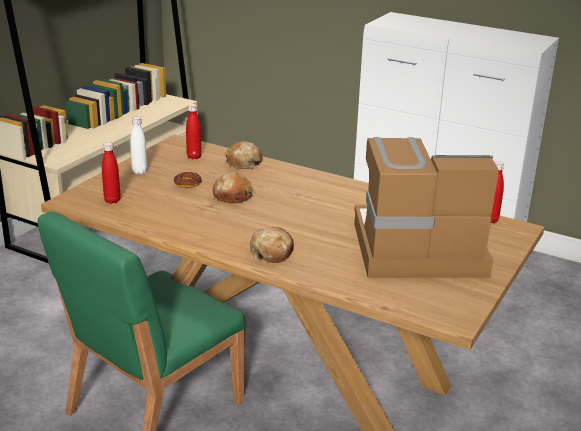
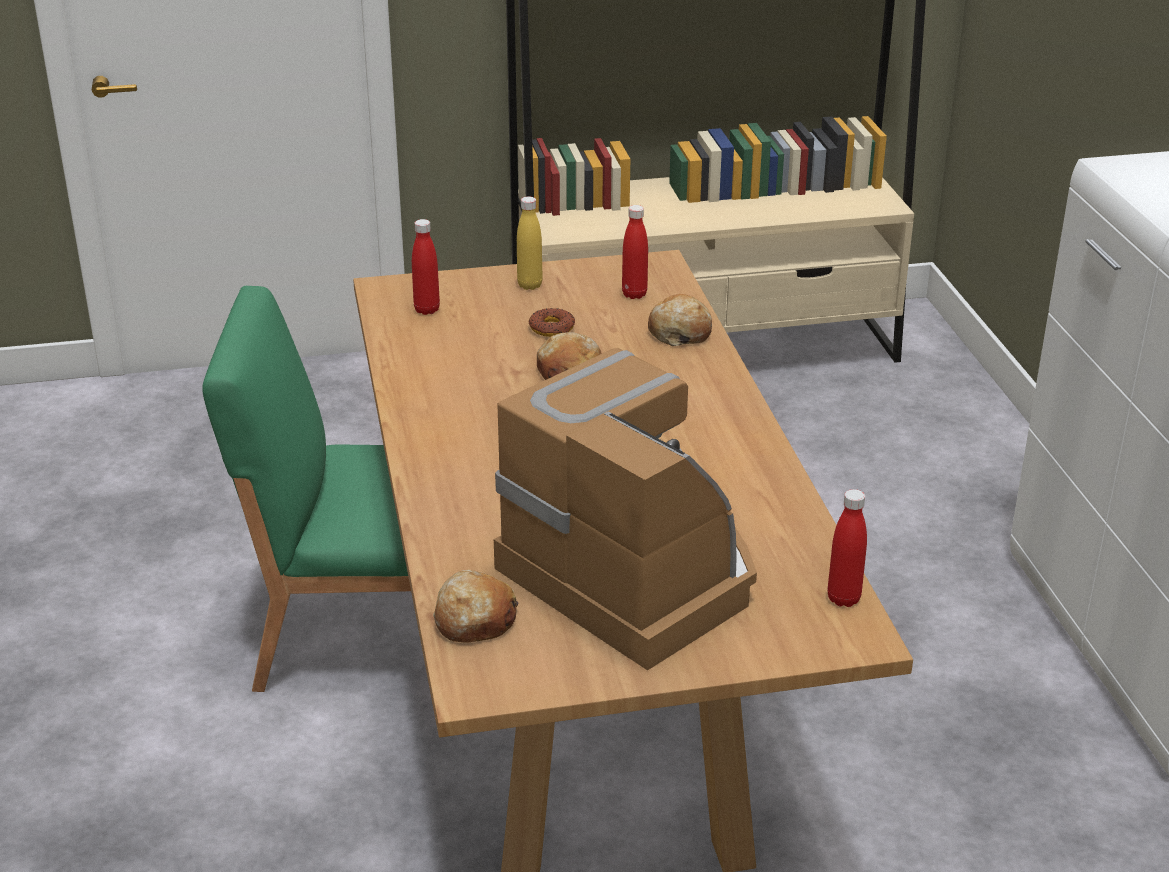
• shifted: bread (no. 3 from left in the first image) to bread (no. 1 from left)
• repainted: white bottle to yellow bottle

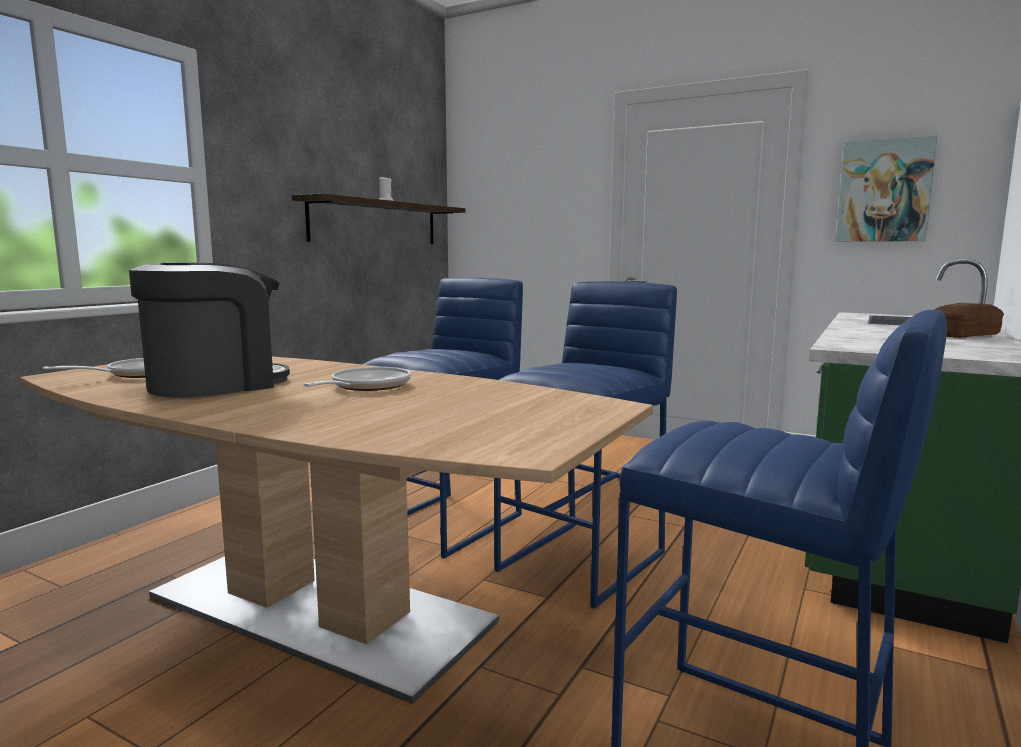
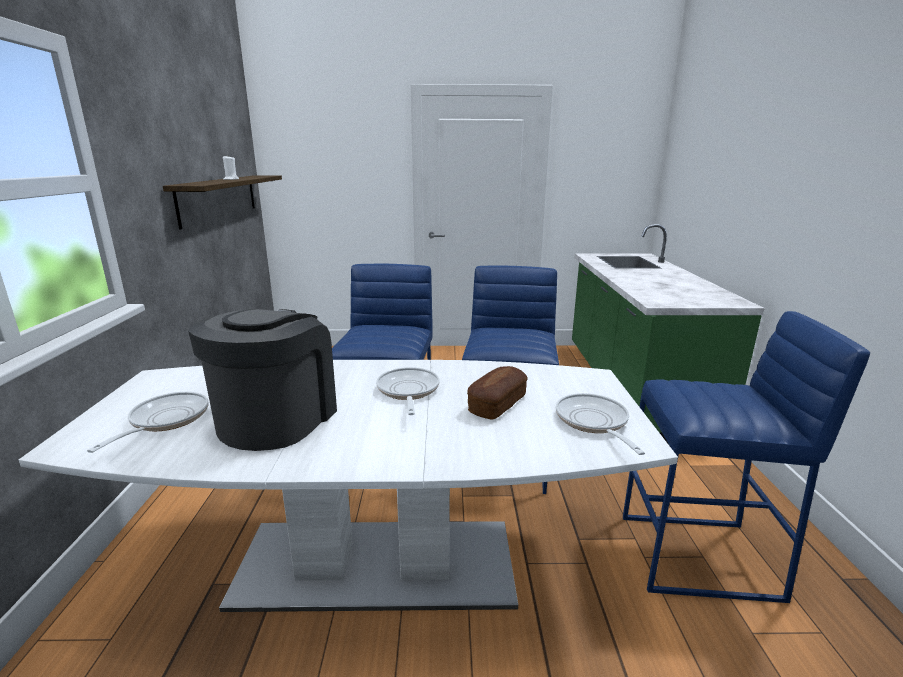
• repainted: brown dining table to white dining table
• shifted: bread
• new: frying pan (no. 3 from left)
• gone: picture

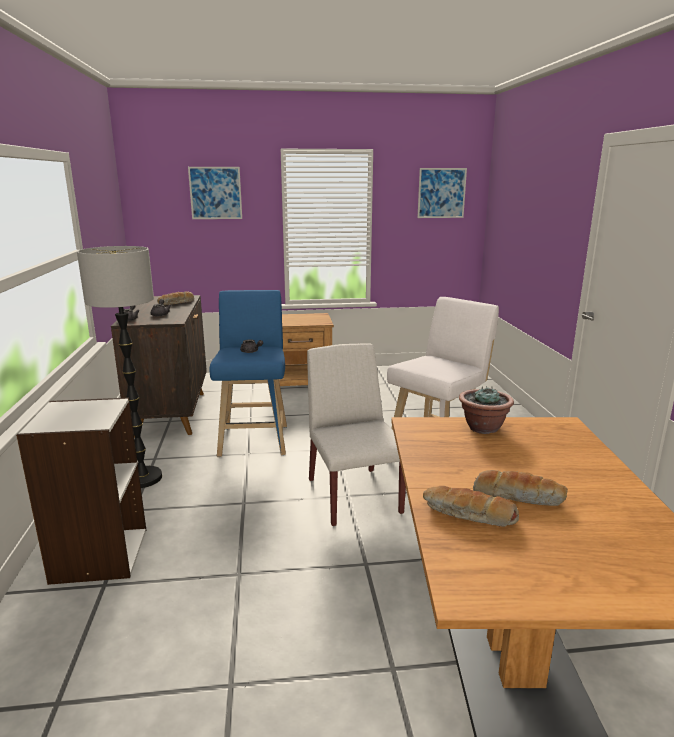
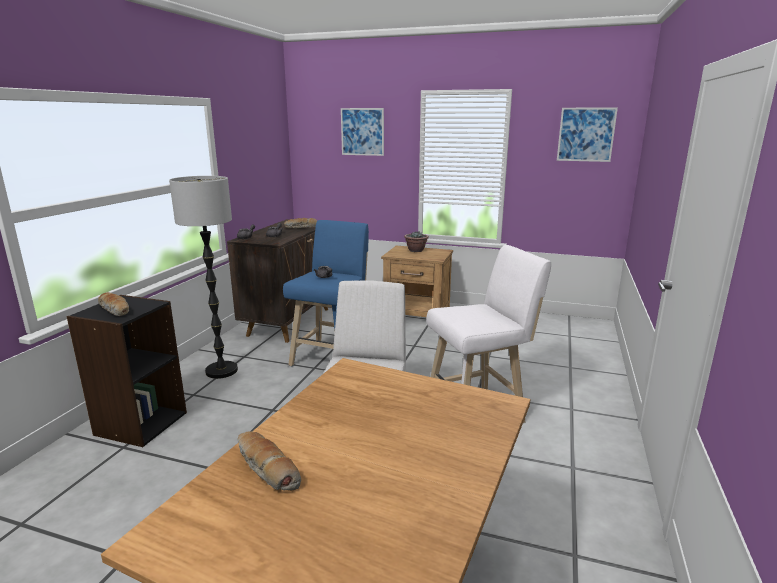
• repainted: white bookcase to black bookcase
• shifted: bread (no. 3 from left in the first image) to bread (no. 1 from left)
• shifted: potted plant

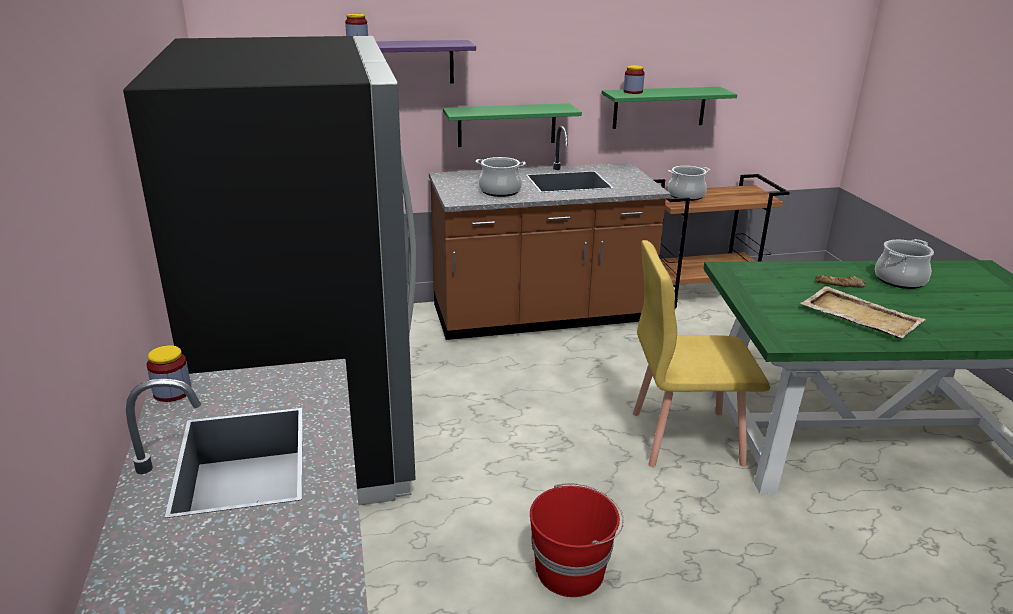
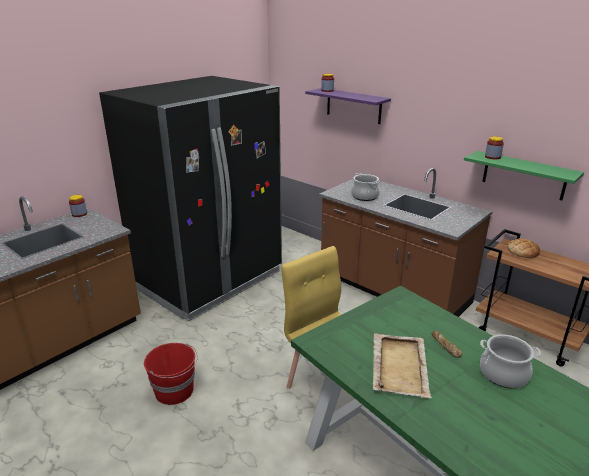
• swapped: cooking pot (no. 2 from left) to bread (no. 2 from left)
• gone: green shelf (no. 1 from left)

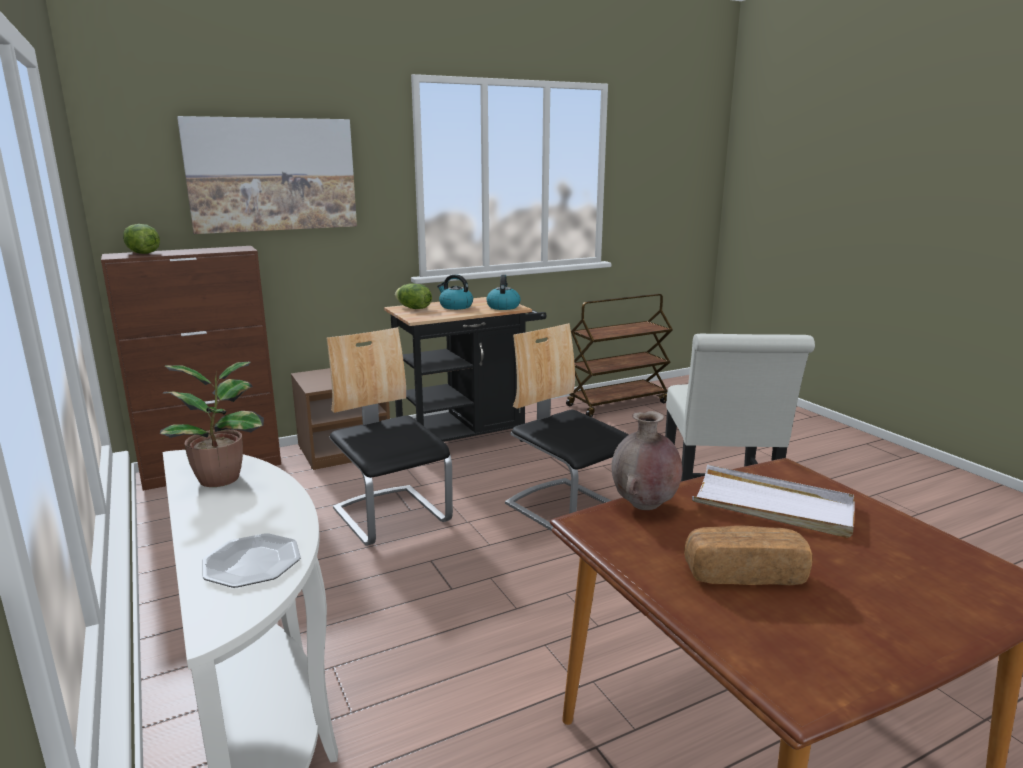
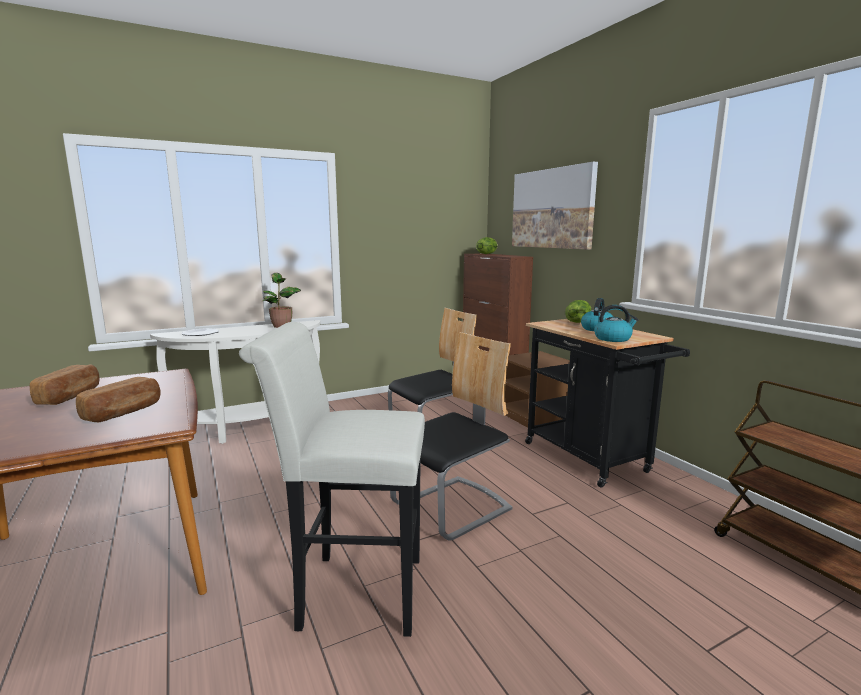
• swapped: white tray to bread (no. 2 from left)
• gone: brown vase

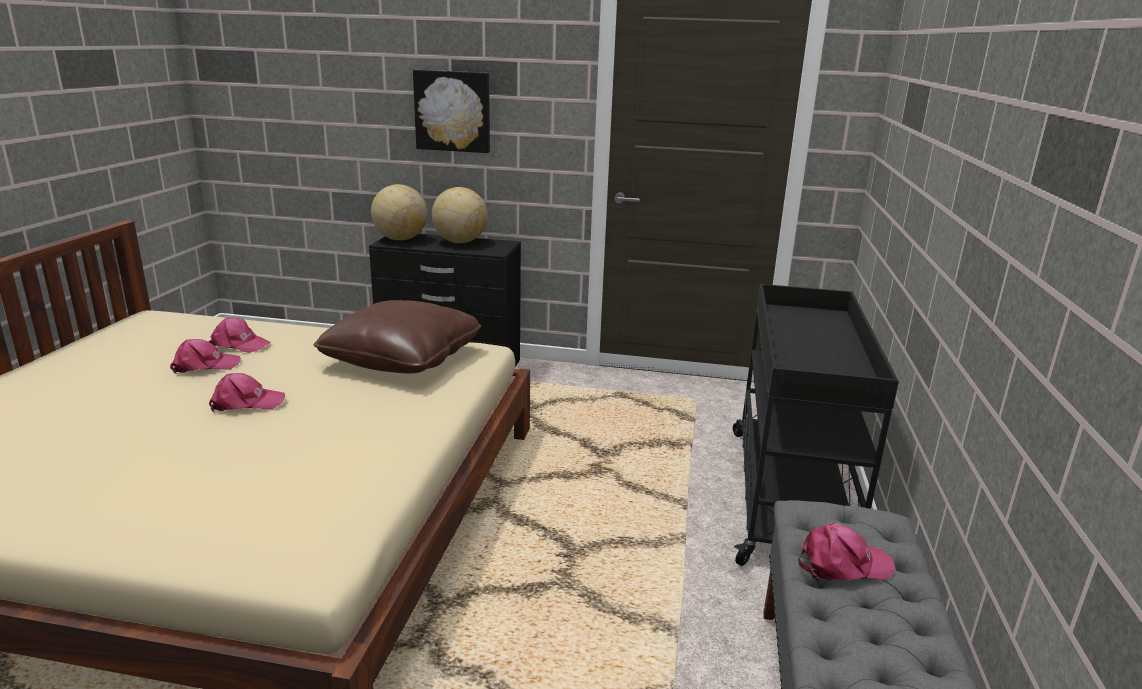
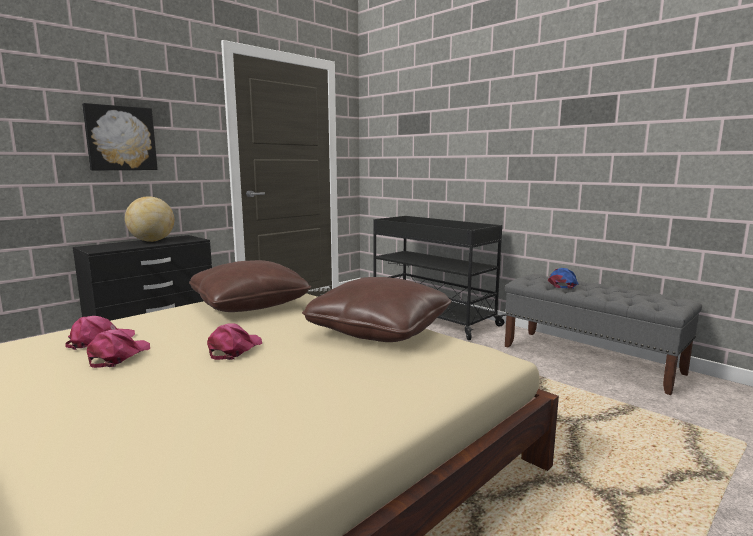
• new: brown pillow (no. 2 from left)
• repainted: pink cap (no. 4 from left) to blue cap
• gone: globe (no. 1 from left)

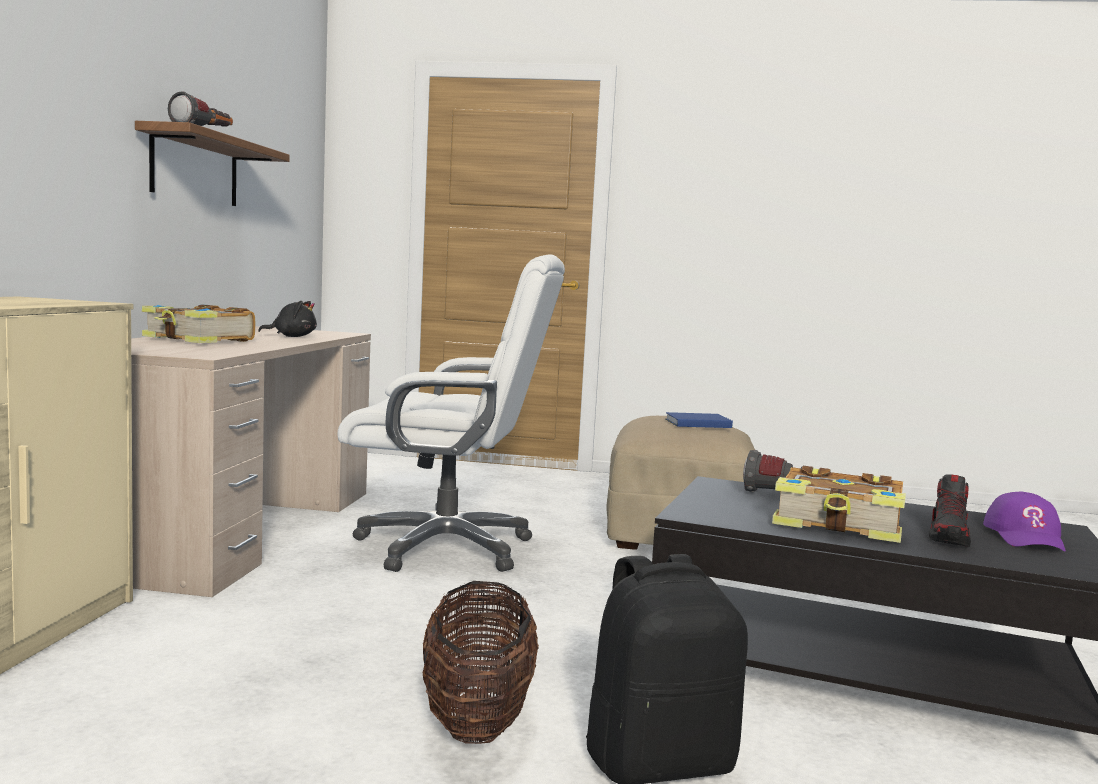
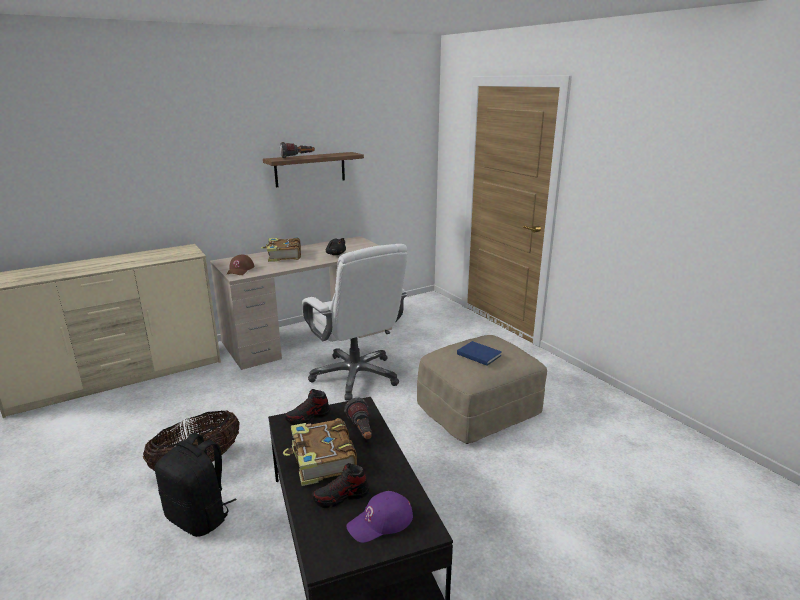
• new: brown cap
• new: shoe (no. 1 from left)

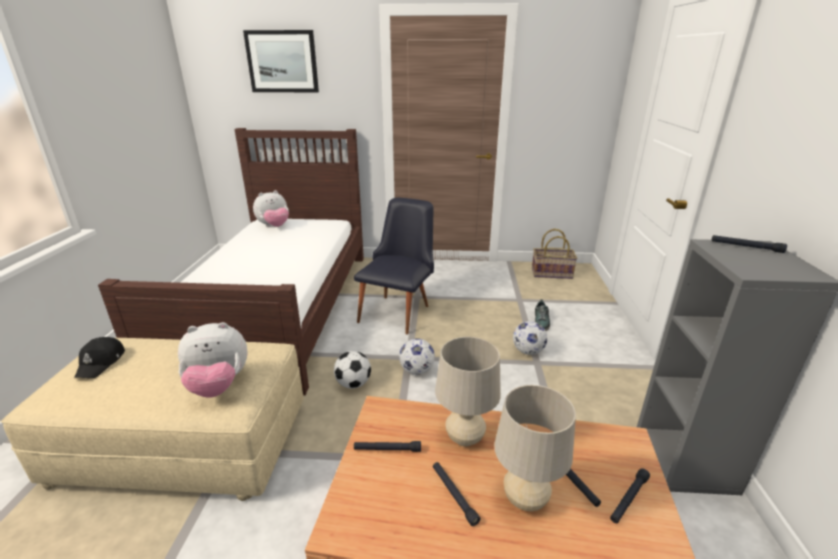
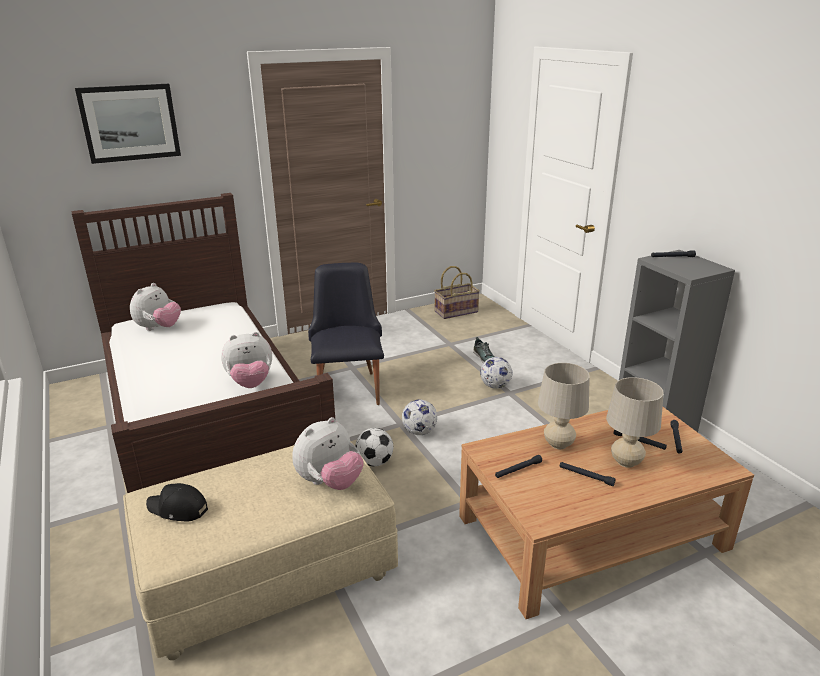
• rotated: black cap 135 degrees clockwise
• new: plush toy (no. 2 from left)

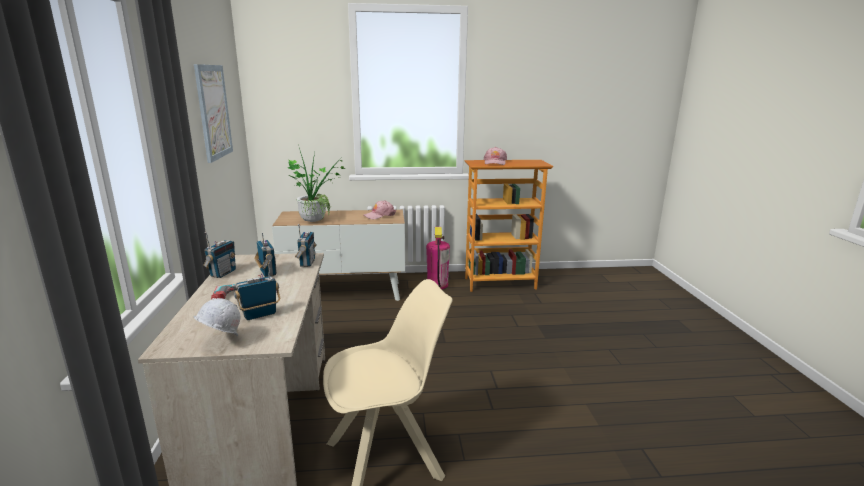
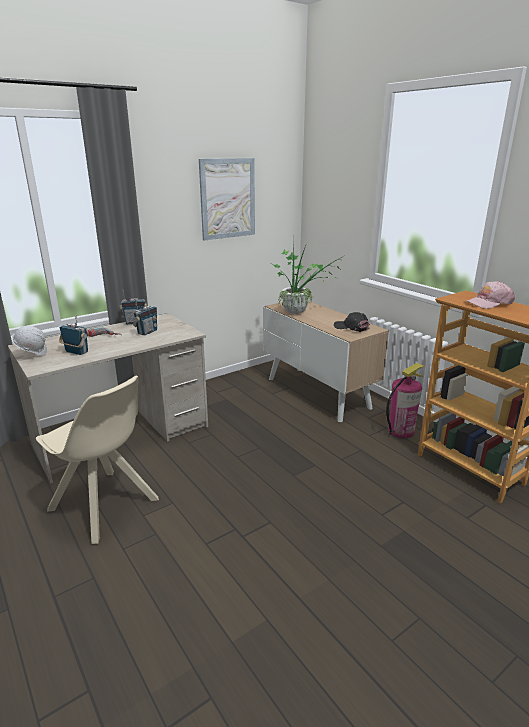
• repainted: pink cap (no. 1 from left) to black cap
• gone: radio (no. 4 from left)

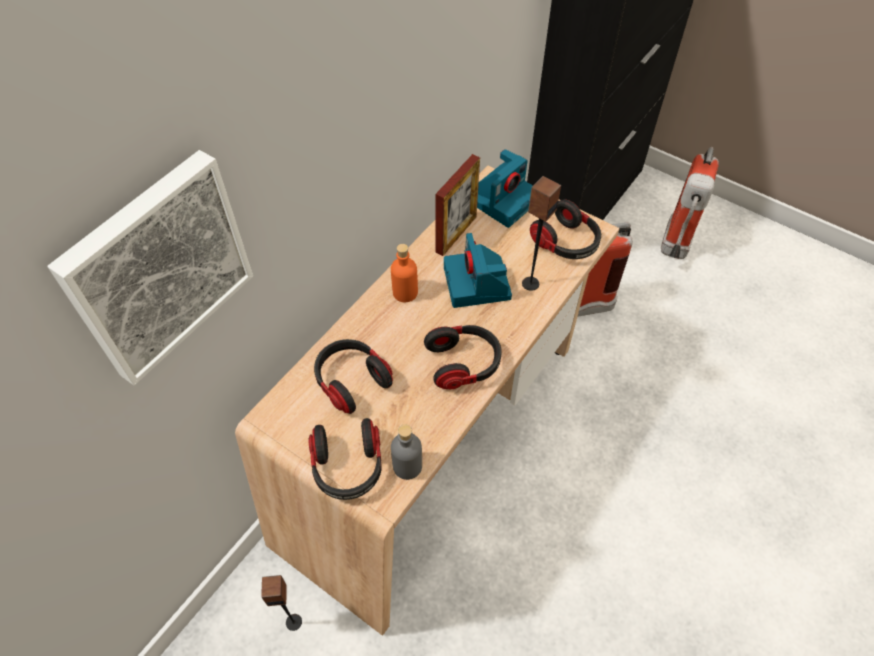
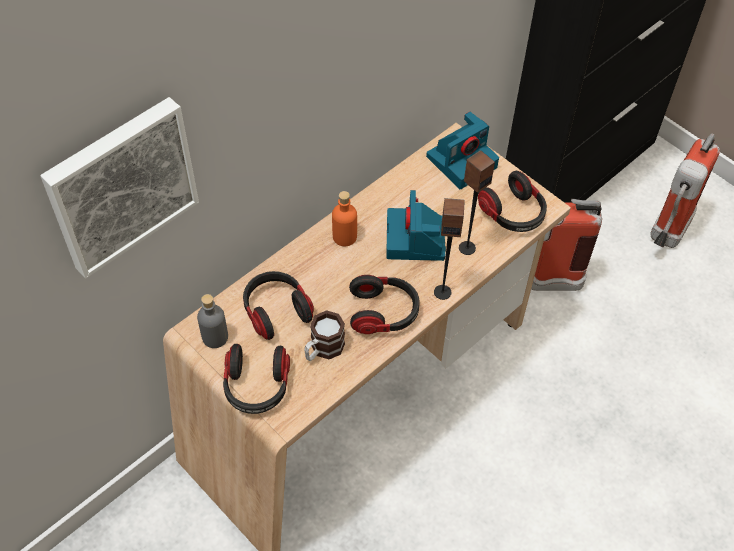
• shifted: grey bottle
• new: mug
• shifted: speaker (no. 1 from left)
• gone: picture frame

